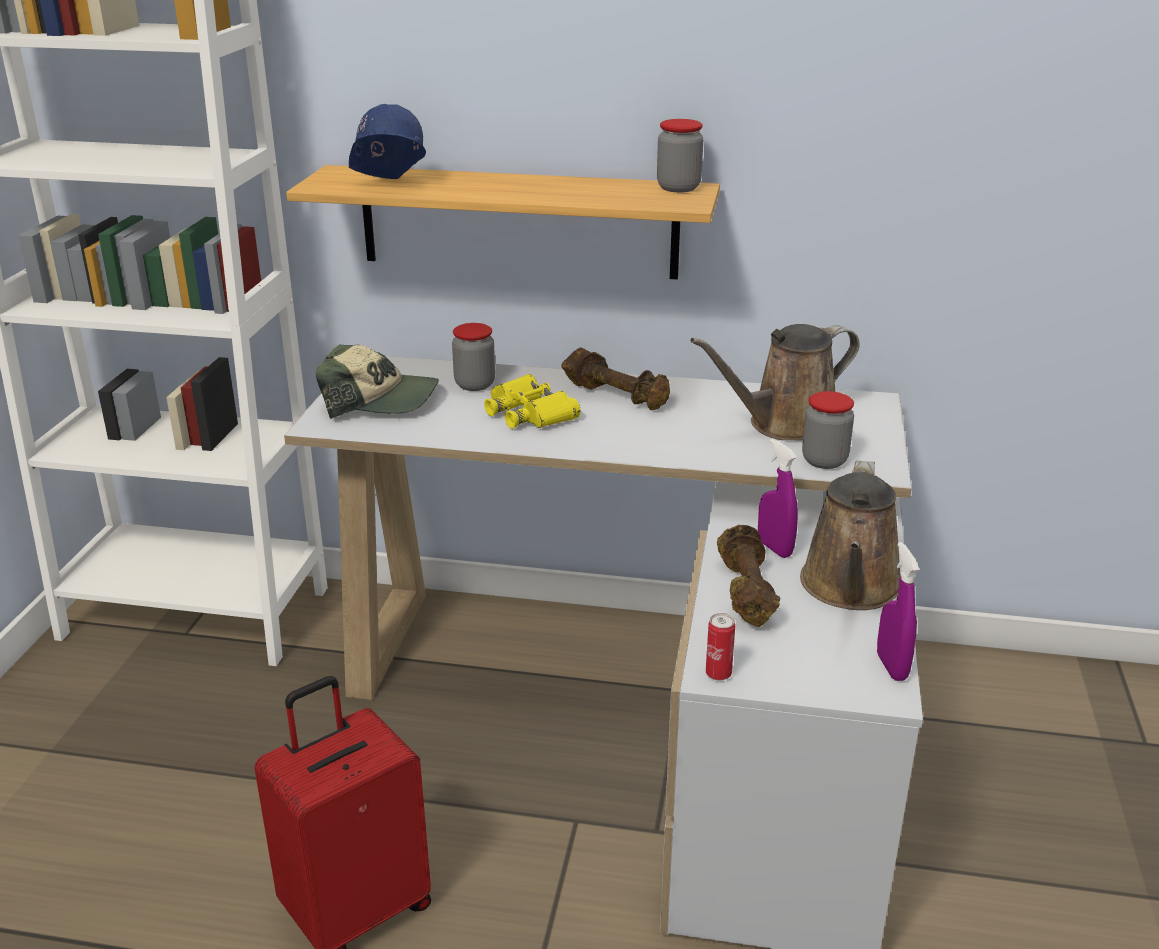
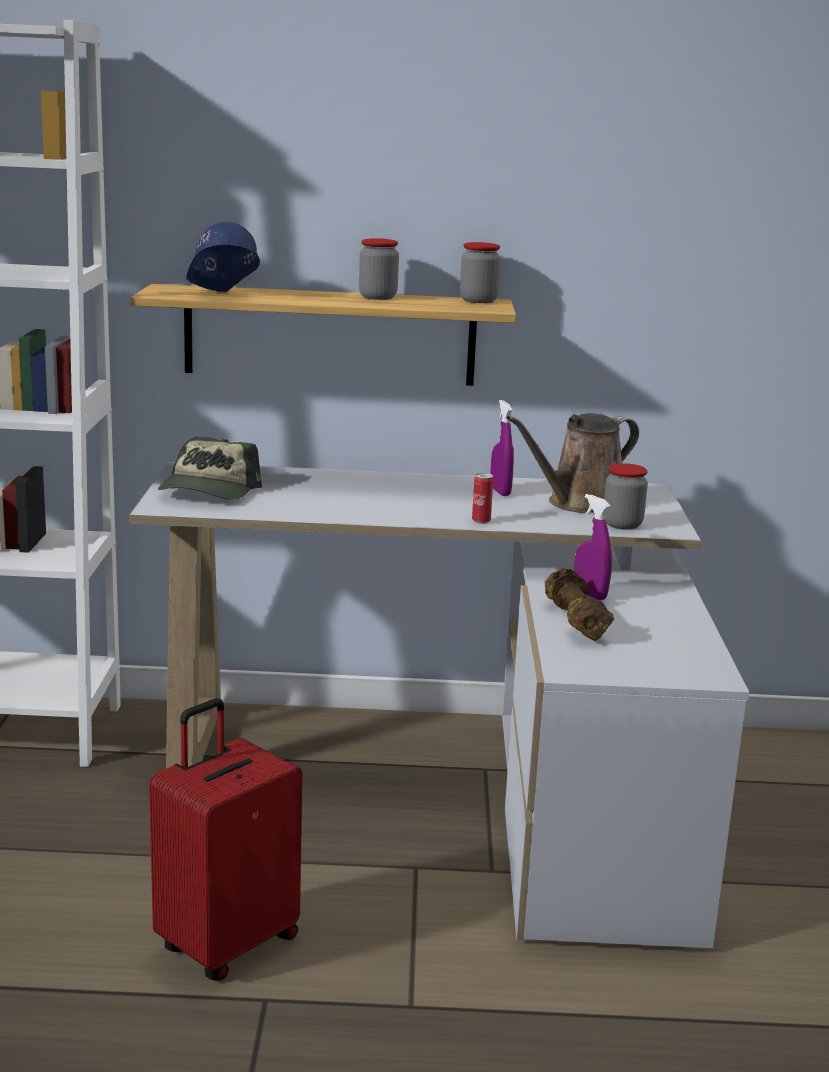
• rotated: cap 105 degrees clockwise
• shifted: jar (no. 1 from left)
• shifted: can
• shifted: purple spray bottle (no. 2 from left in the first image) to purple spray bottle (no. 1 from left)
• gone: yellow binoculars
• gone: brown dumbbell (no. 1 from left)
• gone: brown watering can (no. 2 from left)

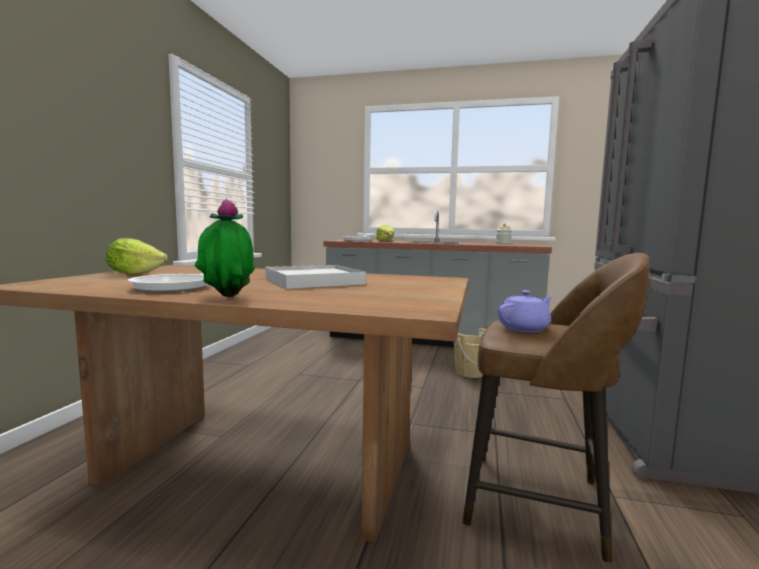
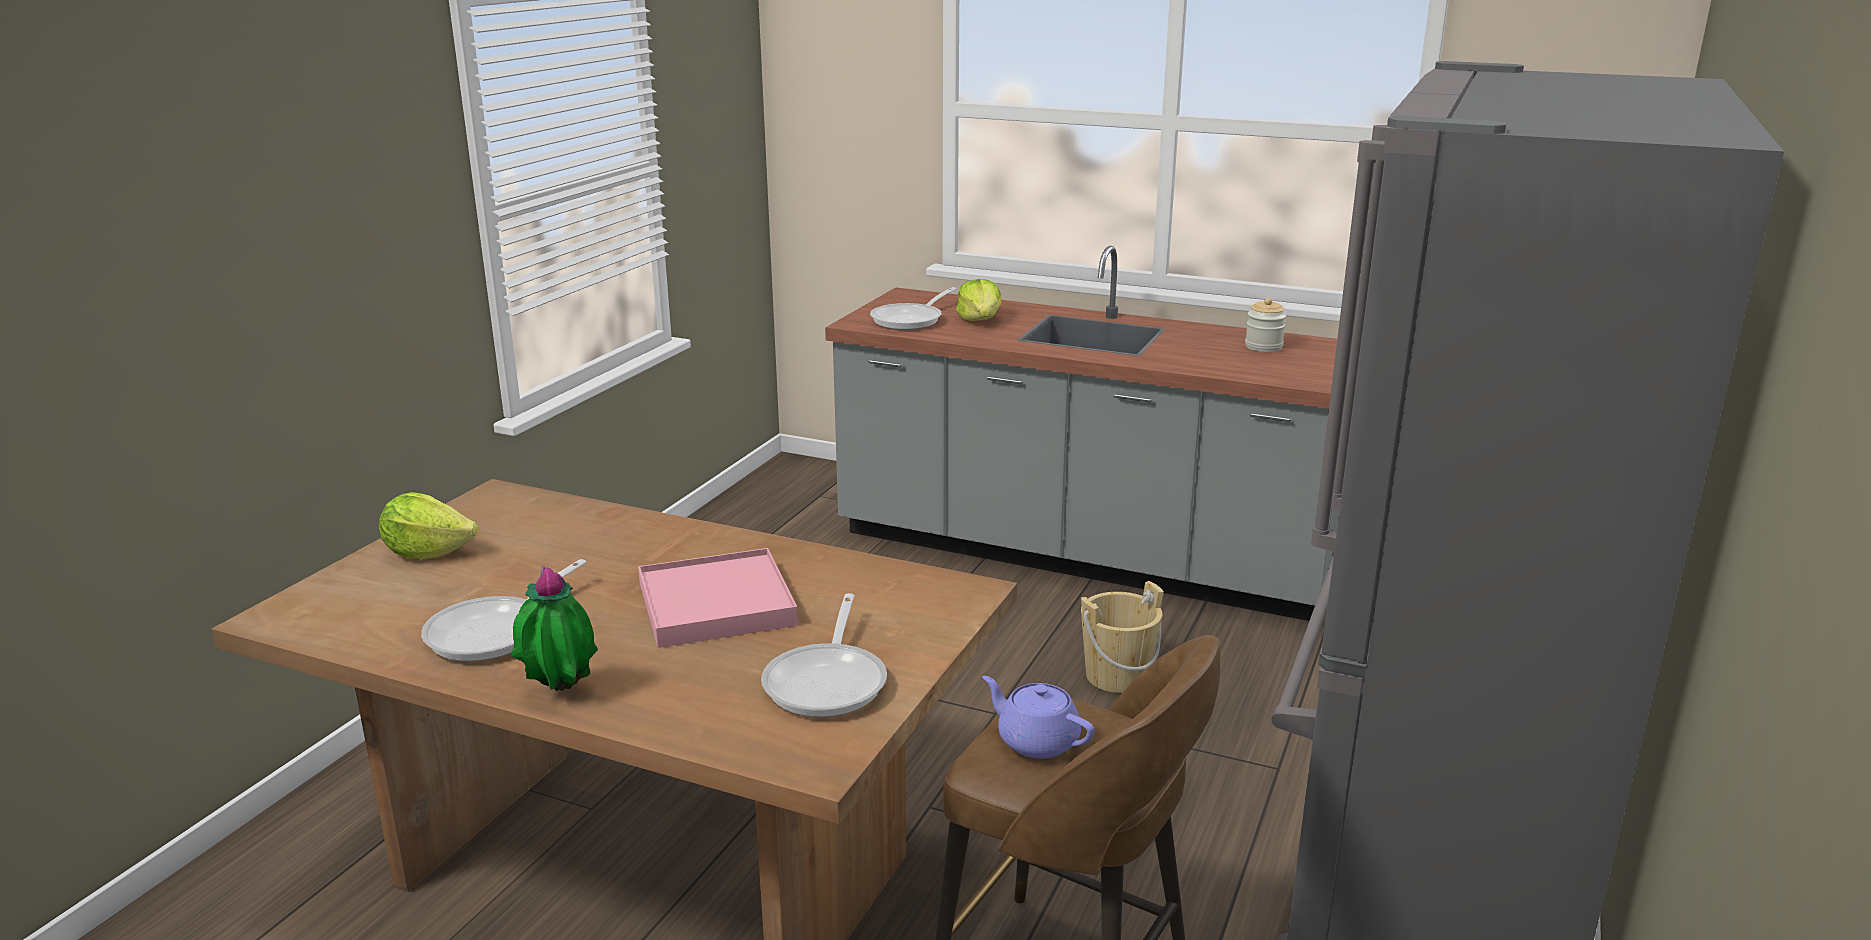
• repainted: white tray to pink tray
• new: frying pan (no. 2 from left)
• rotated: purple teapot 120 degrees counterclockwise

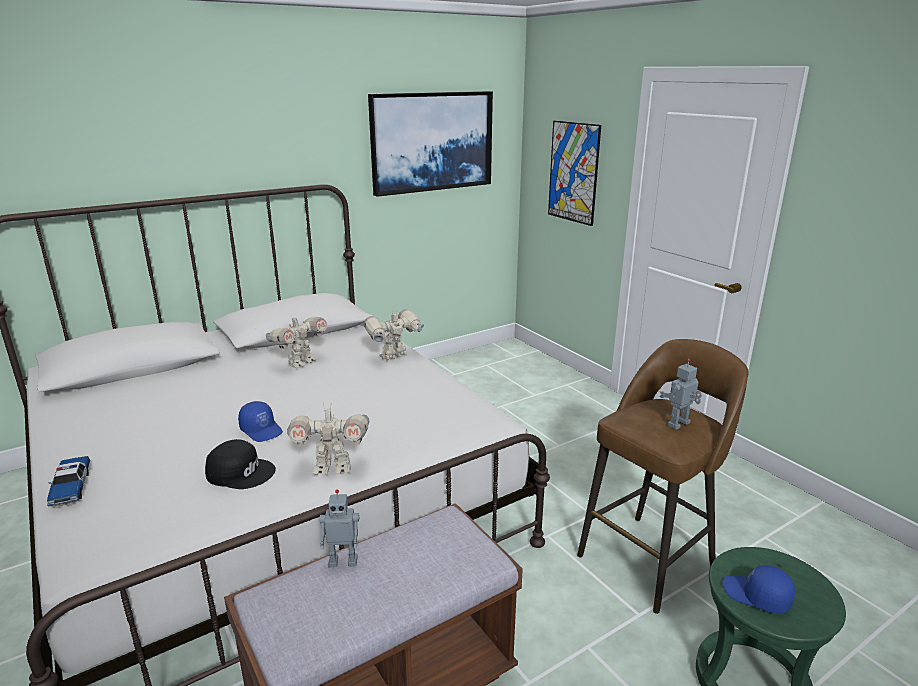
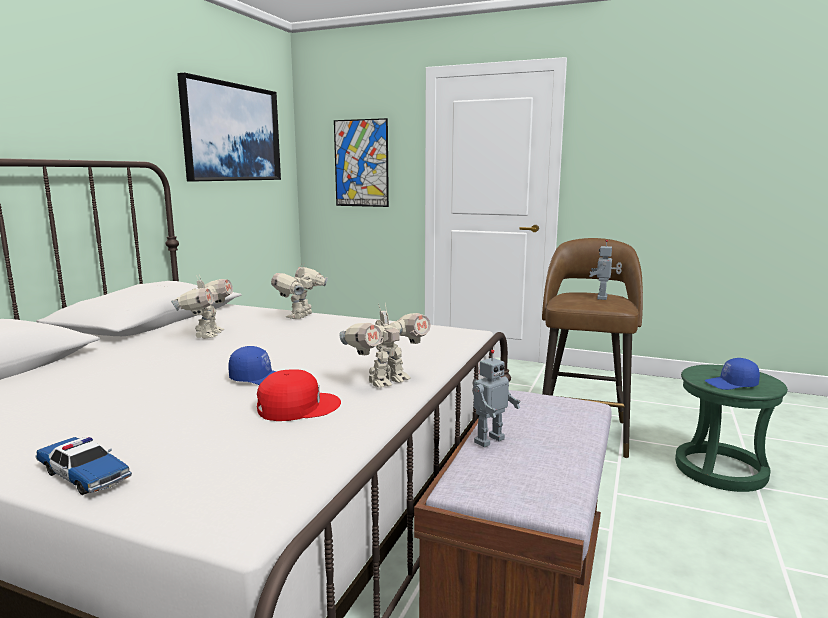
• repainted: black cap to red cap

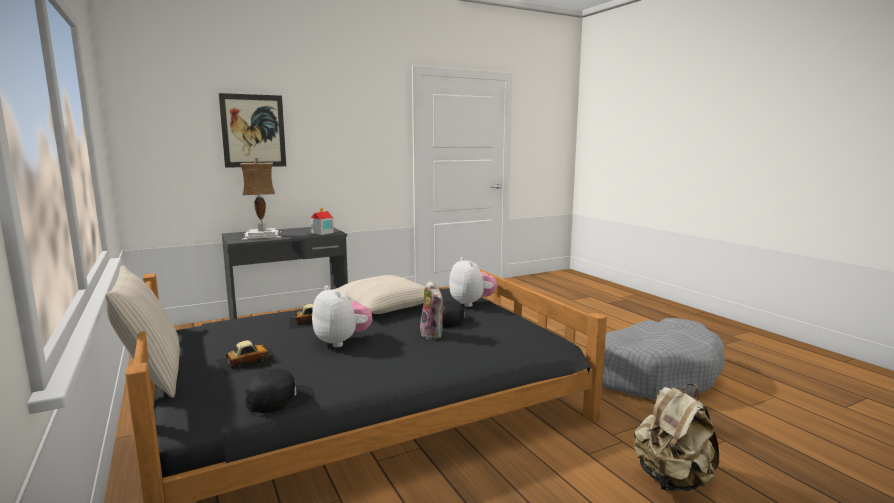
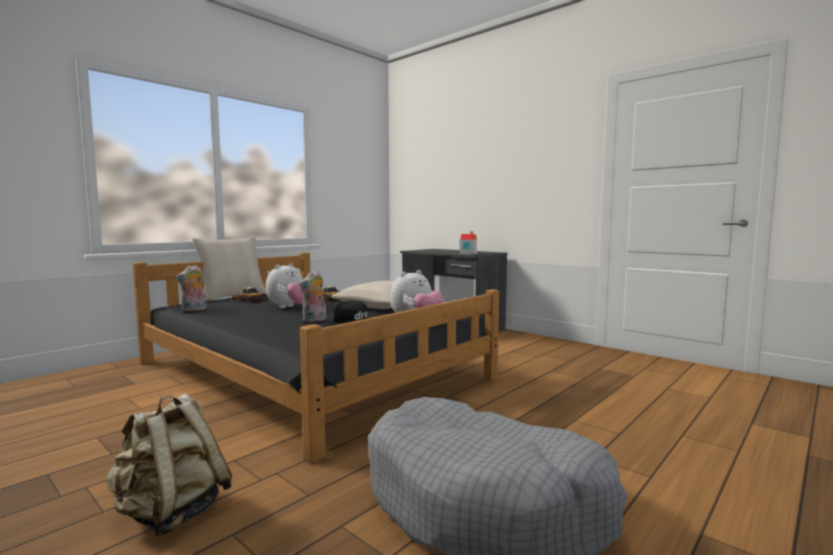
• swapped: black cap (no. 1 from left) to plush toy (no. 1 from left)
• gone: picture
• gone: table lamp

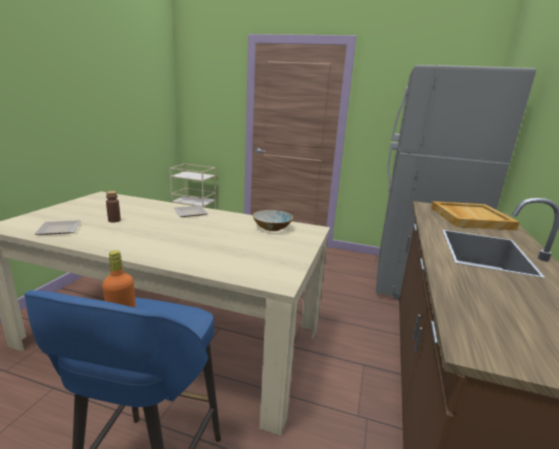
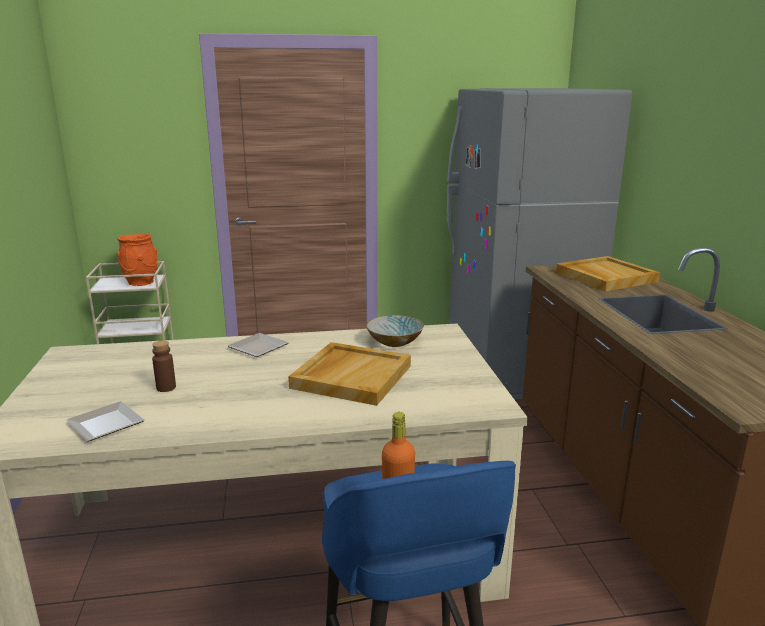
• new: orange vase
• new: beige tray (no. 1 from left)

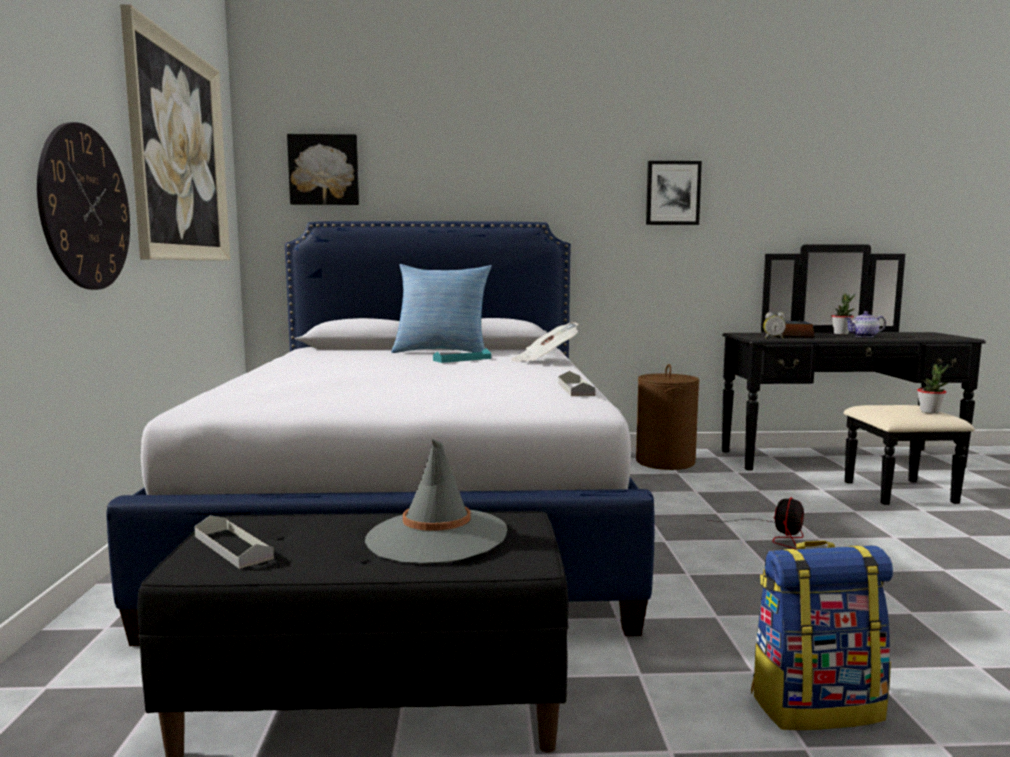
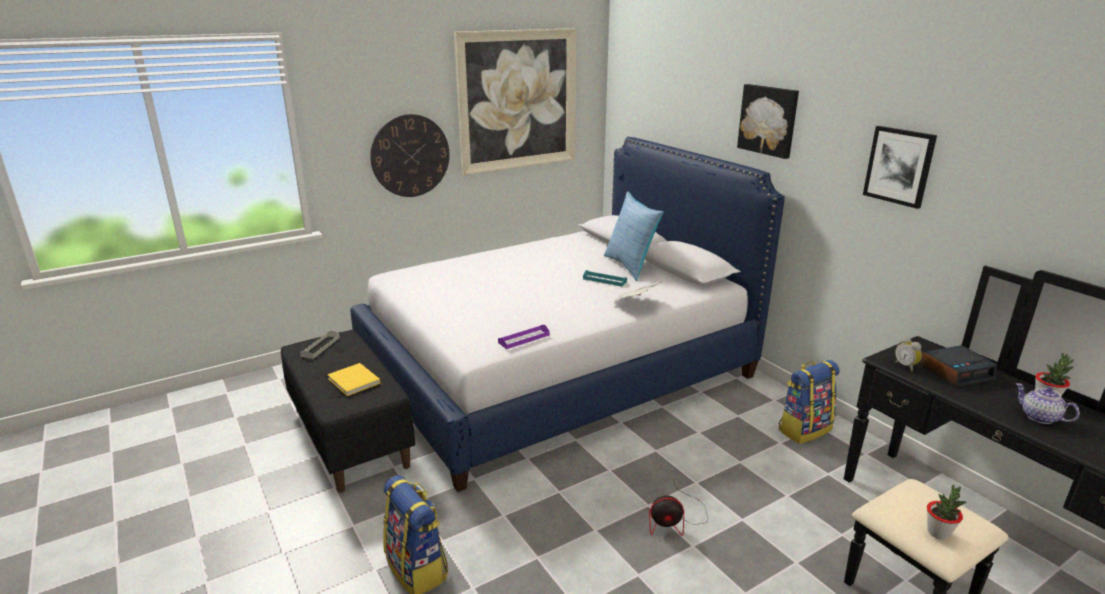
• swapped: grey hat to yellow book
• repainted: grey tray (no. 2 from left) to purple tray
• shifted: picture (no. 2 from left)
• swapped: brown laundry basket to backpack (no. 2 from left)

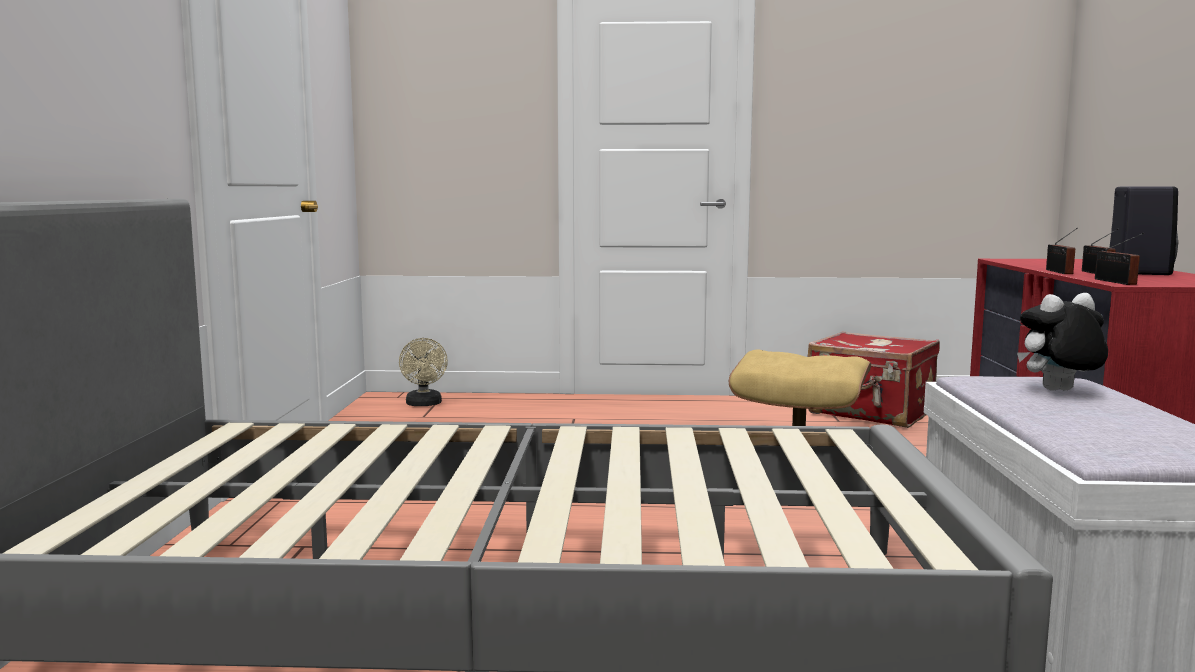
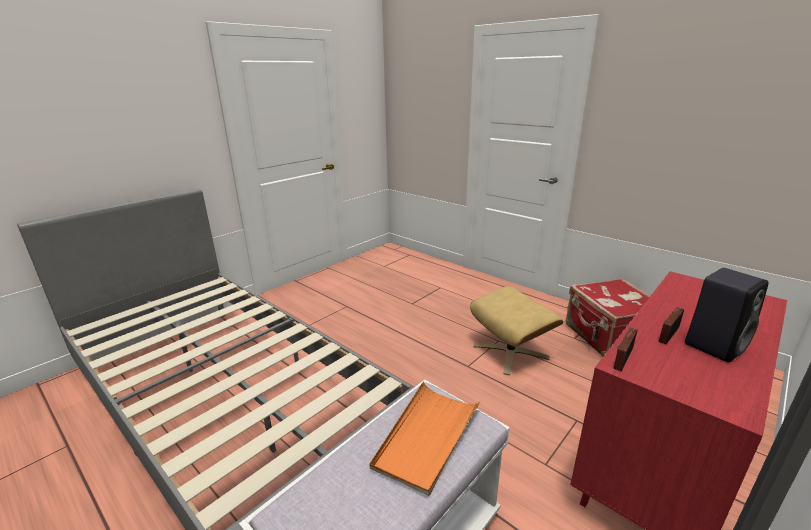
• swapped: plush toy to orange tray
• gone: beige fan
• gone: radio (no. 1 from left)

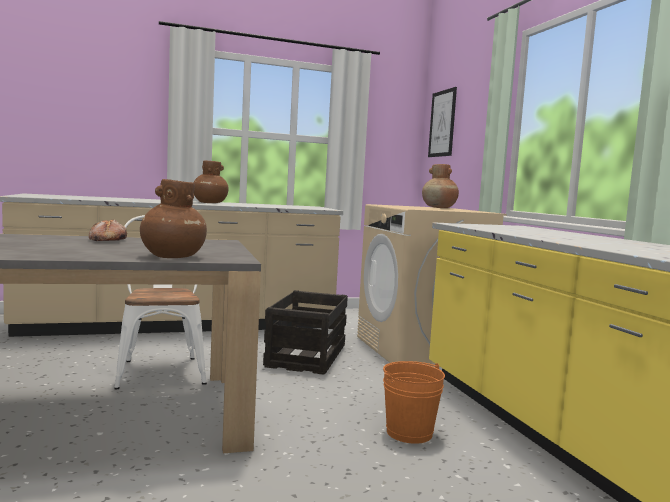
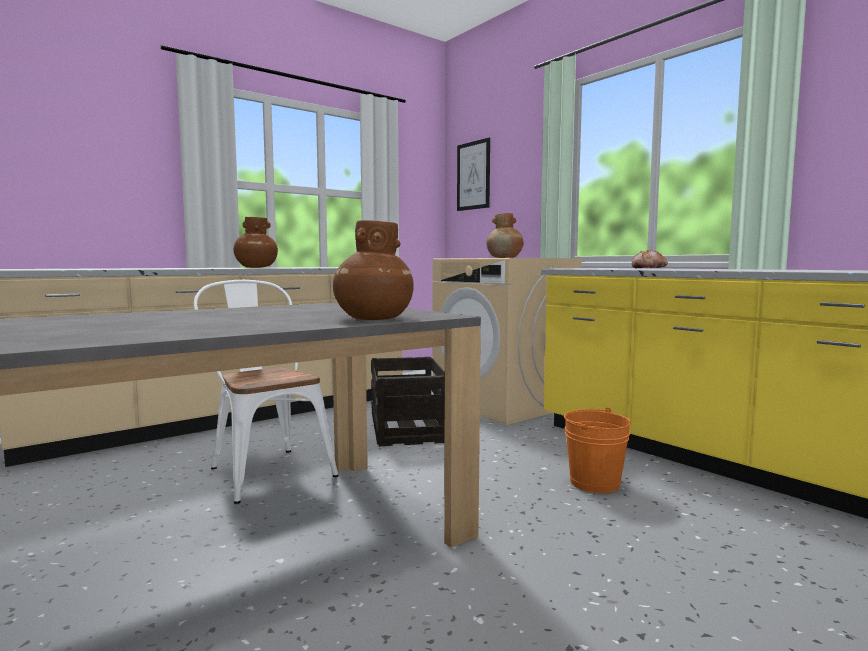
• shifted: bread

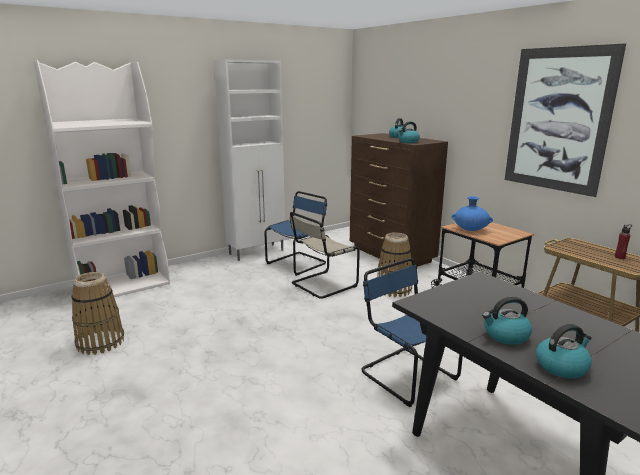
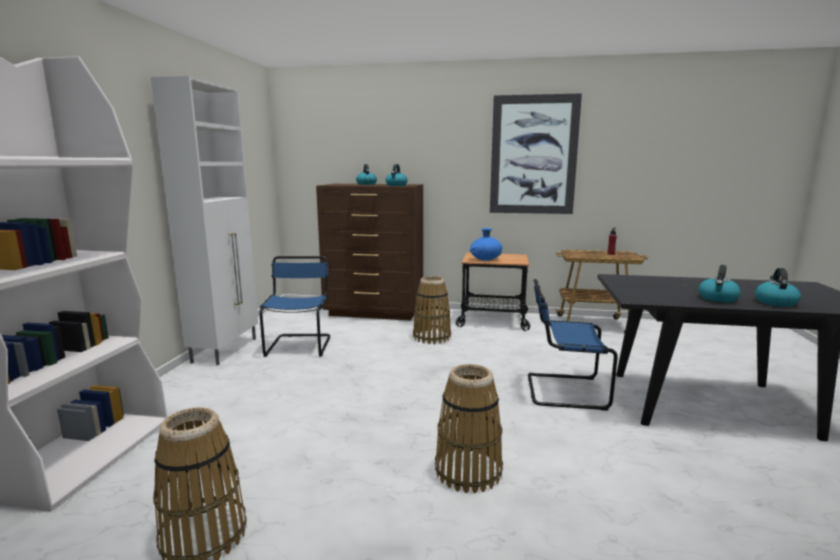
• new: basket (no. 3 from left)
• gone: beige chair

